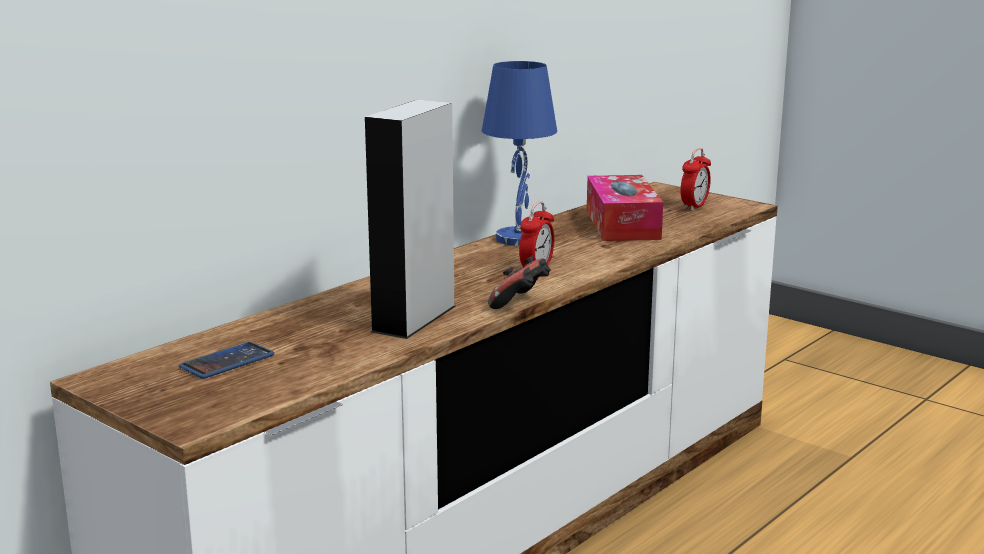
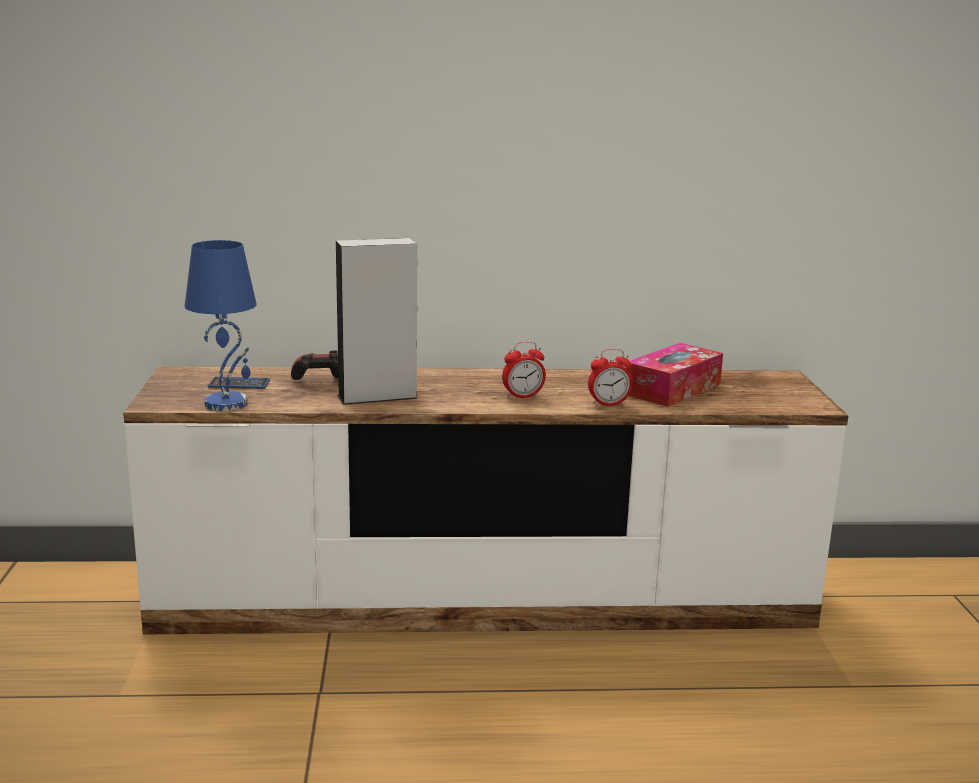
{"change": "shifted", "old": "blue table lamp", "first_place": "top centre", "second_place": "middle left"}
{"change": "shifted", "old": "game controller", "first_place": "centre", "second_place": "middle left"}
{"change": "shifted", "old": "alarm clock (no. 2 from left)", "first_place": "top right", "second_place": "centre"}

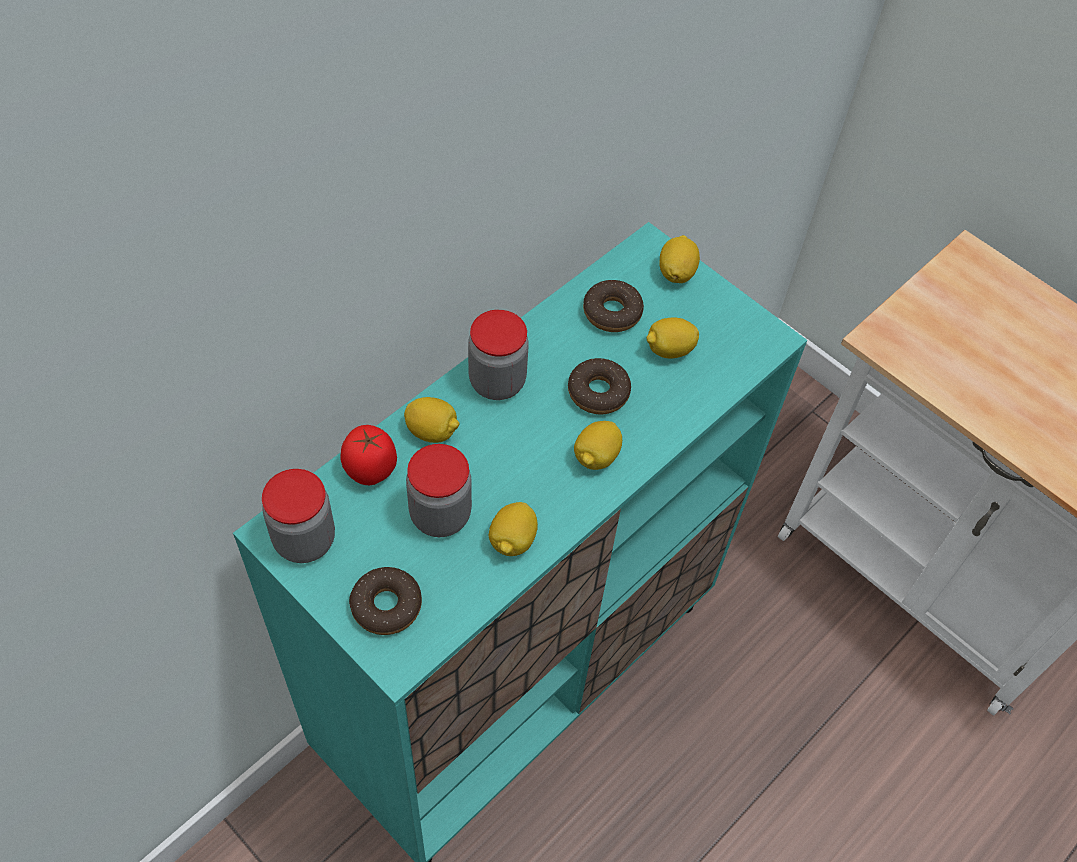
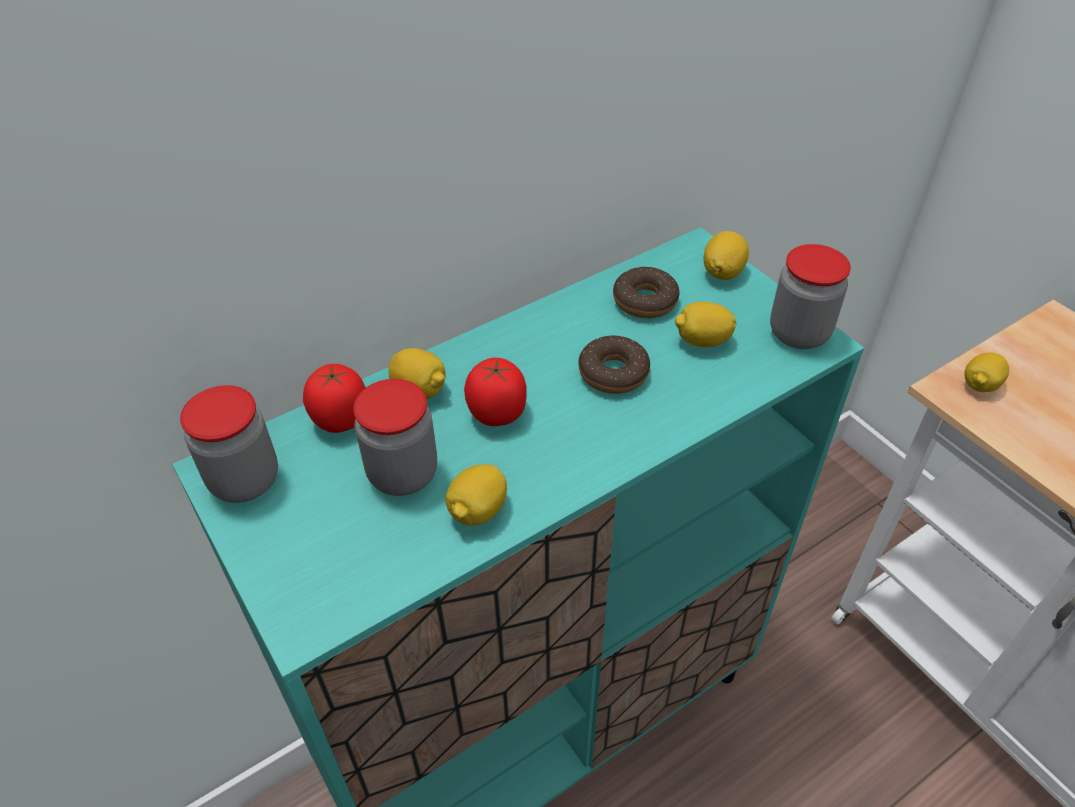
{"change": "gone", "old": "donut (no. 1 from left)", "first_place": "bottom centre"}
{"change": "new", "new": "tomato (no. 2 from left)", "second_place": "centre"}
{"change": "shifted", "old": "jar (no. 3 from left)", "first_place": "centre", "second_place": "middle right"}
{"change": "shifted", "old": "lemon (no. 3 from left in the first image)", "new": "lemon (no. 5 from left)", "first_place": "centre", "second_place": "middle right"}

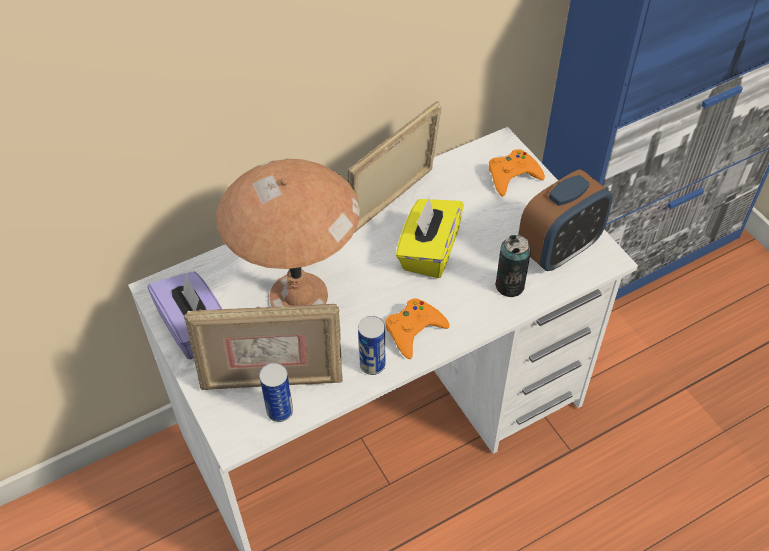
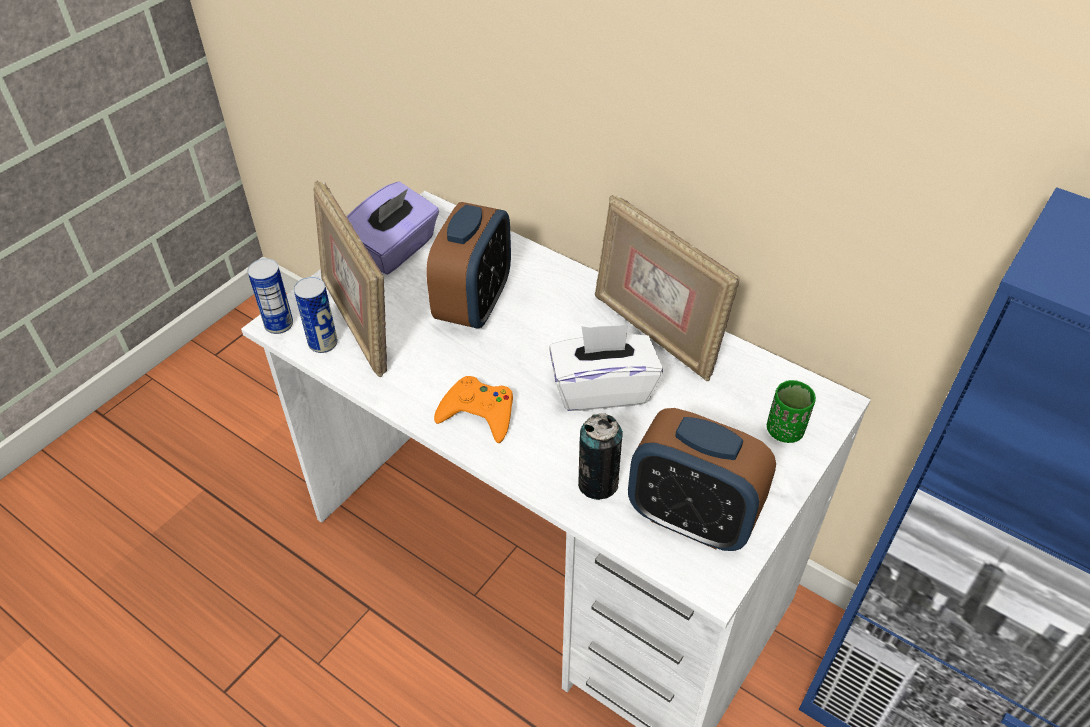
{"change": "shifted", "old": "can (no. 2 from left in the first image)", "new": "can (no. 1 from left)", "first_place": "centre", "second_place": "middle left"}
{"change": "swapped", "old": "brown table lamp", "new": "alarm clock (no. 1 from left)", "first_place": "centre", "second_place": "centre"}
{"change": "swapped", "old": "orange game controller (no. 2 from left)", "new": "green cup", "first_place": "top right", "second_place": "middle right"}
{"change": "repainted", "old": "yellow tissue box", "new": "white tissue box", "first_place": "centre", "second_place": "centre"}
{"change": "rotated", "old": "picture frame (no. 2 from left)", "first_place": "top centre", "second_place": "centre", "degrees": -150}

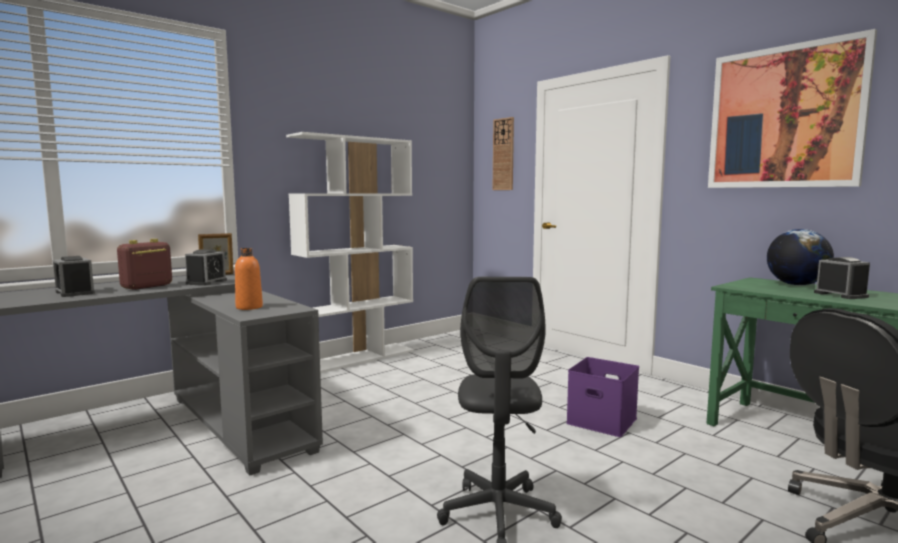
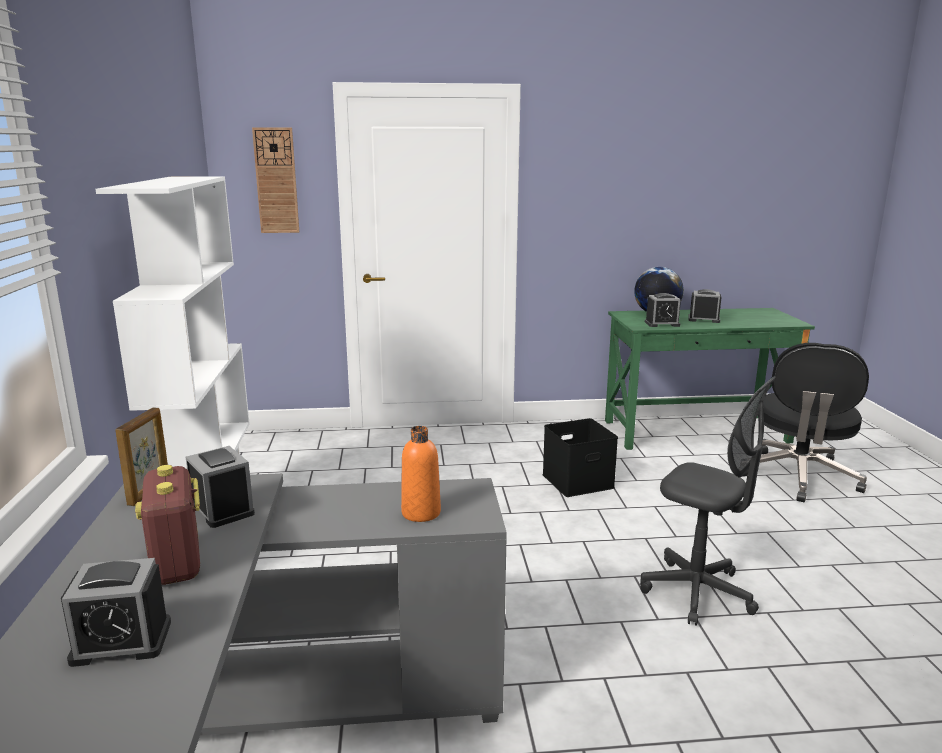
{"change": "gone", "old": "picture", "first_place": "top right"}
{"change": "new", "new": "alarm clock (no. 3 from left)", "second_place": "middle right"}
{"change": "repainted", "old": "purple storage box", "new": "black storage box", "first_place": "bottom right", "second_place": "centre"}

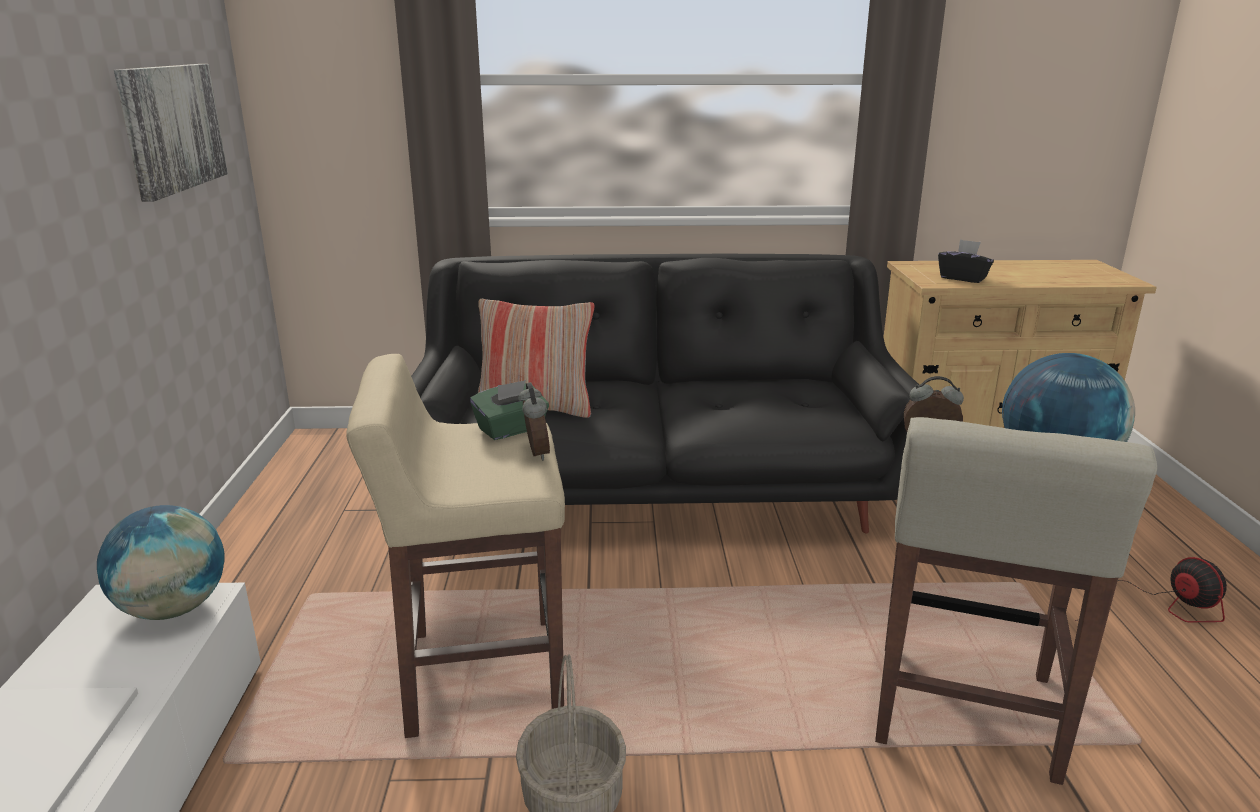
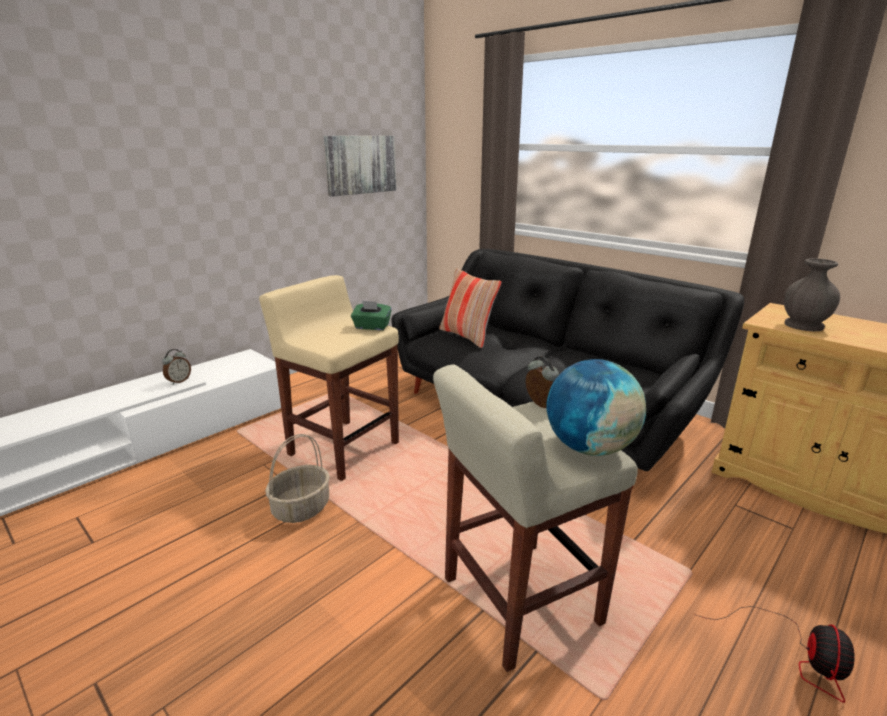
{"change": "gone", "old": "globe (no. 1 from left)", "first_place": "bottom left"}
{"change": "shifted", "old": "alarm clock (no. 1 from left)", "first_place": "centre", "second_place": "middle left"}
{"change": "swapped", "old": "black tissue box", "new": "grey vase", "first_place": "top right", "second_place": "middle right"}

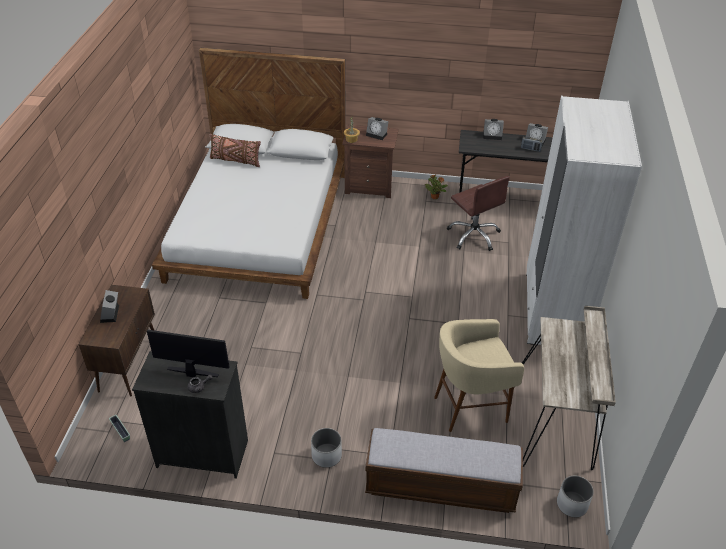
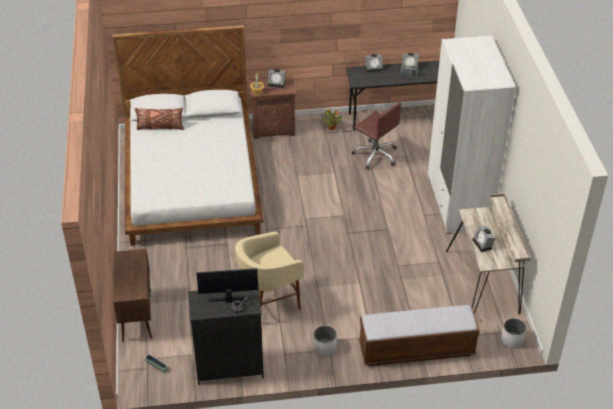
{"change": "shifted", "old": "alarm clock (no. 1 from left in the first image)", "new": "alarm clock (no. 4 from left)", "first_place": "middle left", "second_place": "middle right"}
{"change": "shifted", "old": "beige stool", "first_place": "bottom centre", "second_place": "centre"}

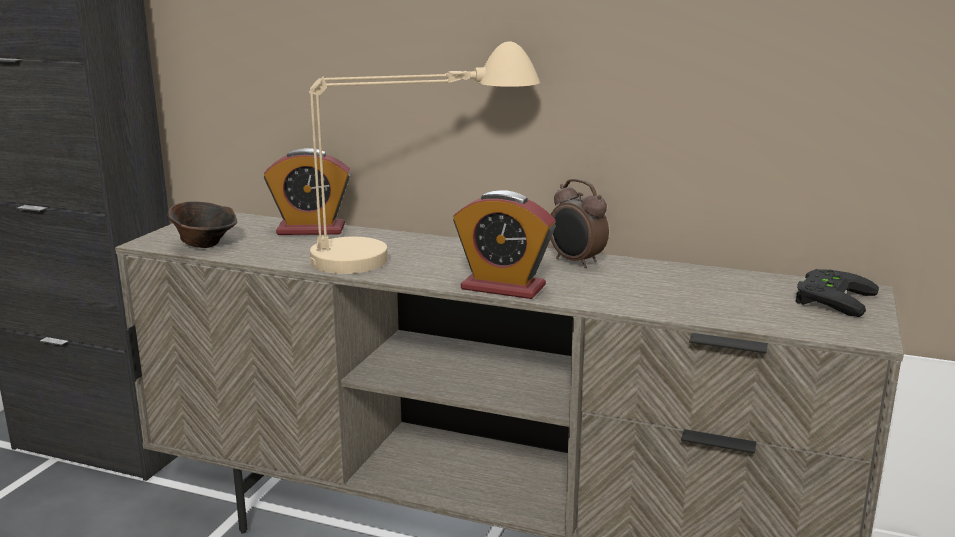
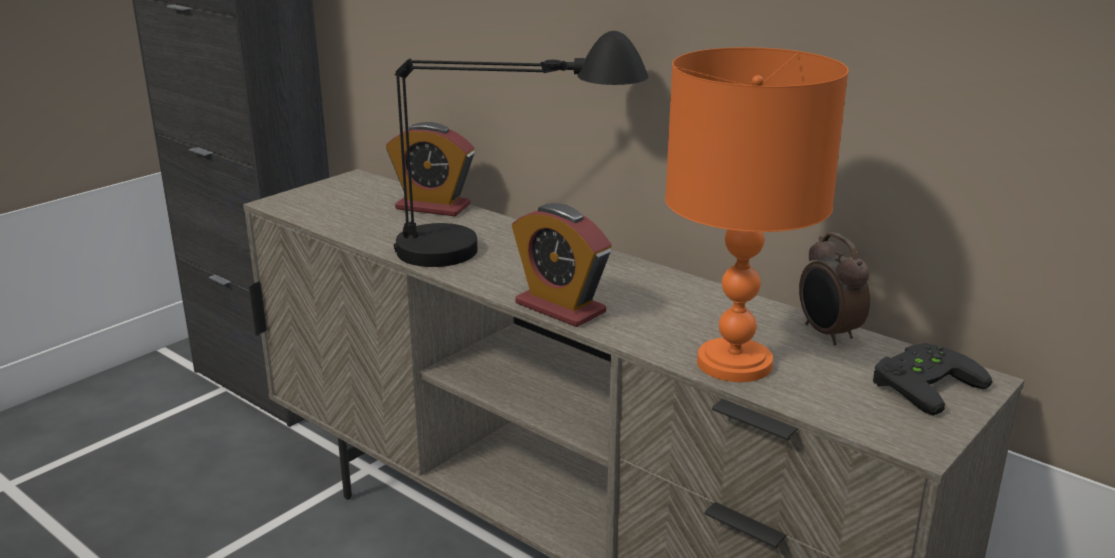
{"change": "gone", "old": "brown bowl", "first_place": "middle left"}
{"change": "new", "new": "orange table lamp", "second_place": "middle right"}
{"change": "shifted", "old": "alarm clock (no. 3 from left)", "first_place": "centre", "second_place": "middle right"}
{"change": "repainted", "old": "beige table lamp", "new": "black table lamp", "first_place": "top centre", "second_place": "top centre"}

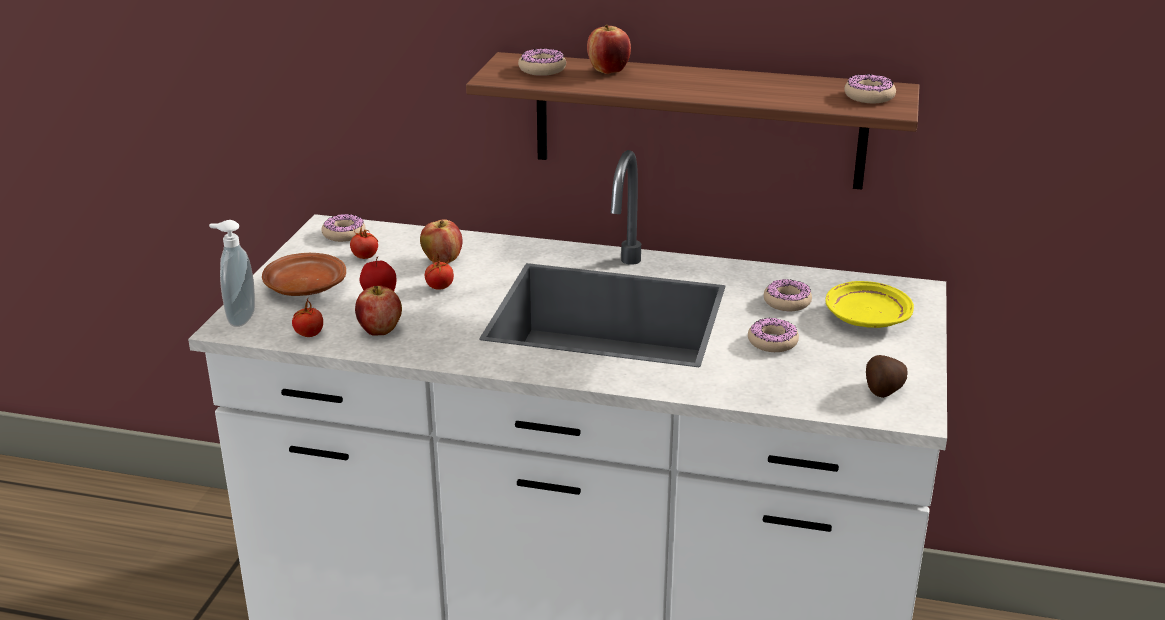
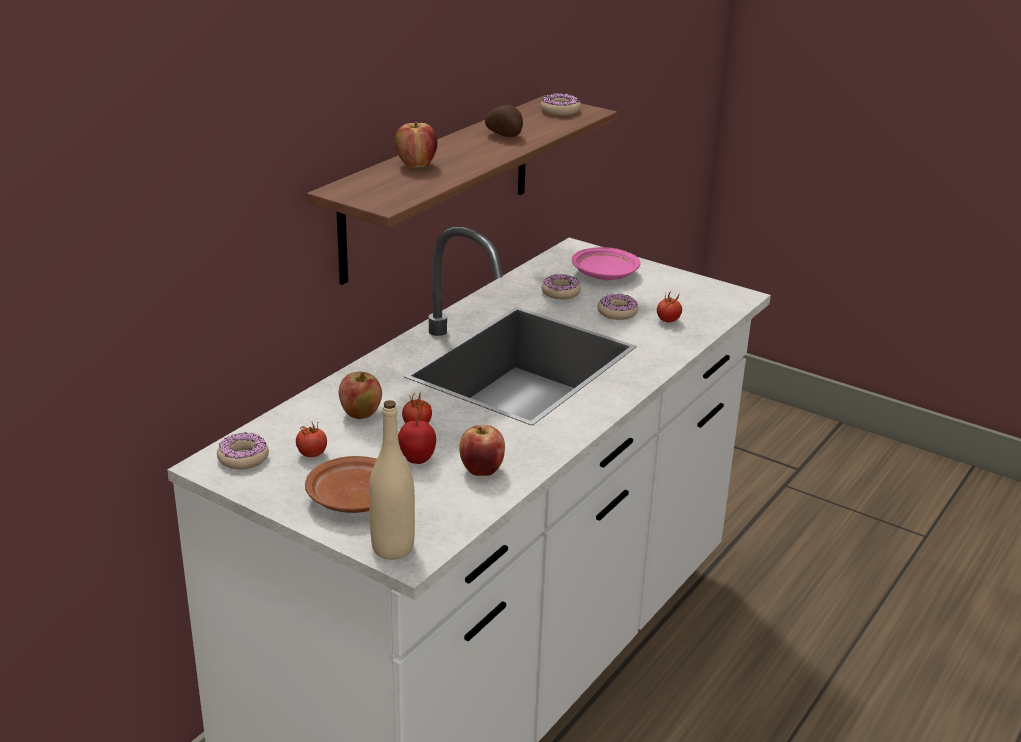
{"change": "gone", "old": "donut (no. 2 from left)", "first_place": "top centre"}
{"change": "shifted", "old": "tomato (no. 1 from left in the first image)", "new": "tomato (no. 3 from left)", "first_place": "middle left", "second_place": "centre"}
{"change": "shifted", "old": "potato", "first_place": "middle right", "second_place": "top centre"}
{"change": "swapped", "old": "soap dispenser", "new": "beige bottle", "first_place": "middle left", "second_place": "centre"}
{"change": "repainted", "old": "yellow plate", "new": "pink plate", "first_place": "middle right", "second_place": "centre"}

